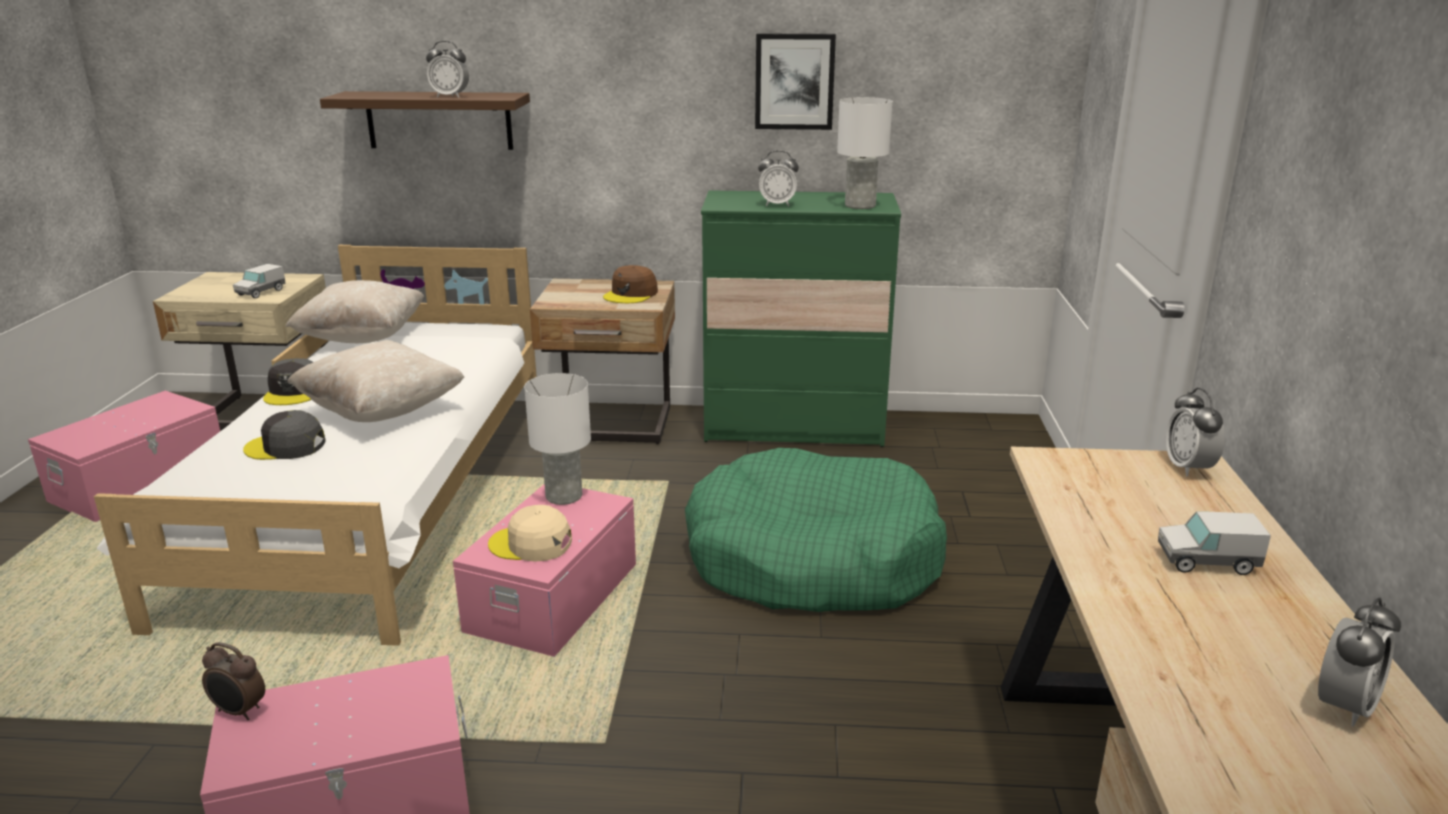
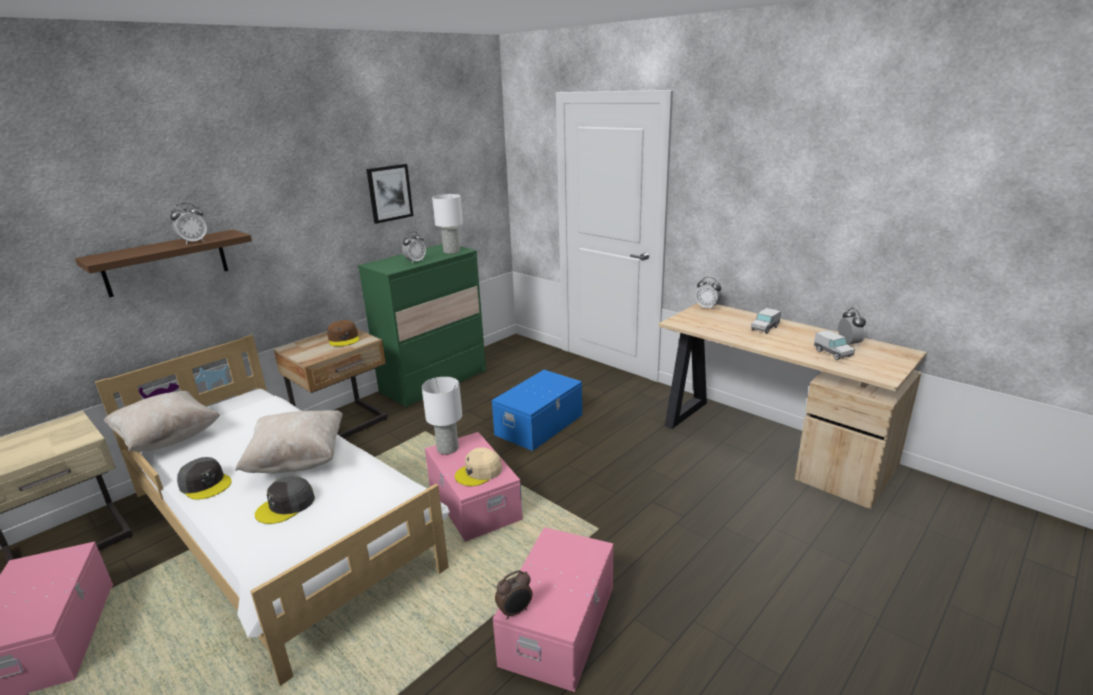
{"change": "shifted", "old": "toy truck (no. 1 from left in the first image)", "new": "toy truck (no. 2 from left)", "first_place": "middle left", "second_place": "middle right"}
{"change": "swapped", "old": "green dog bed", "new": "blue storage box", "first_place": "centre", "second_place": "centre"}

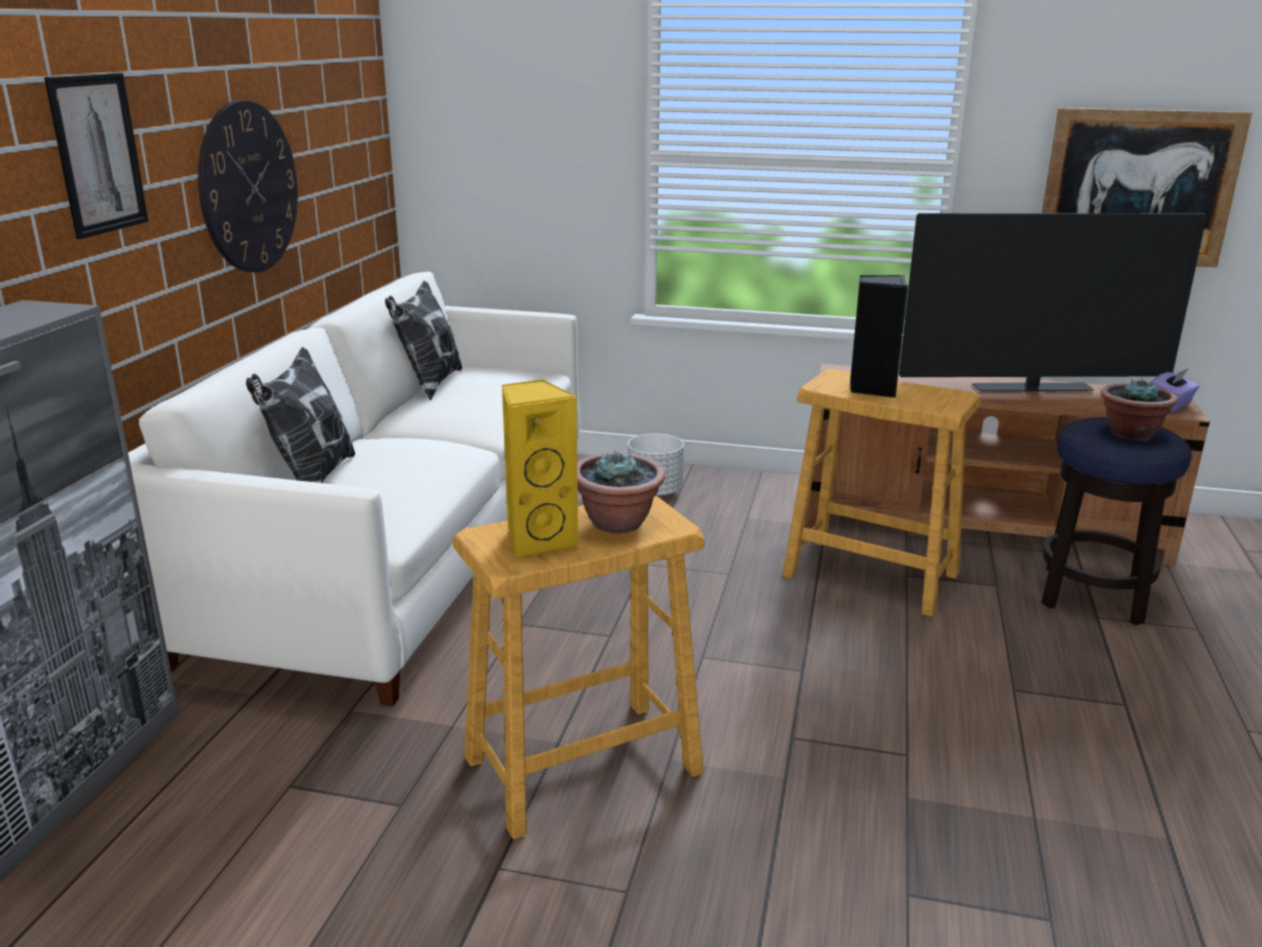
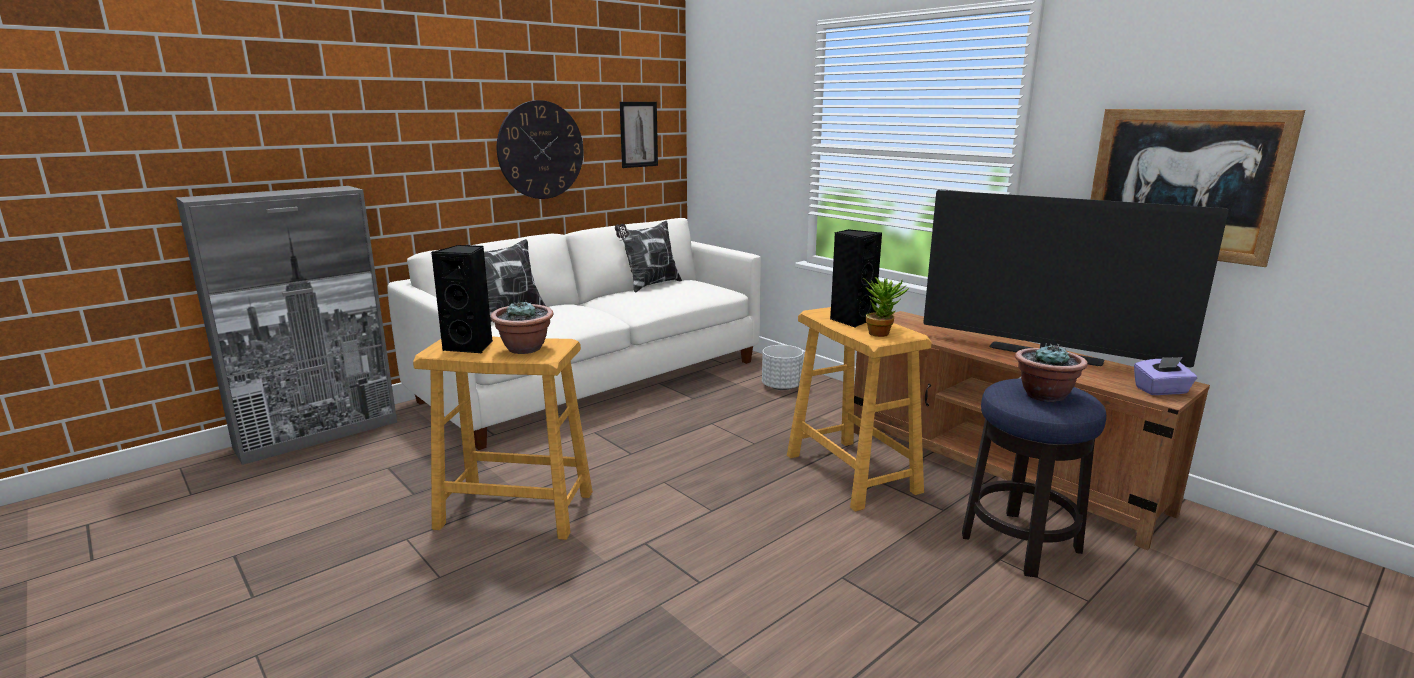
{"change": "new", "new": "potted plant (no. 2 from left)", "second_place": "centre"}
{"change": "shifted", "old": "picture (no. 1 from left)", "first_place": "top left", "second_place": "top centre"}
{"change": "repainted", "old": "yellow speaker", "new": "black speaker (no. 1 from left)", "first_place": "centre", "second_place": "middle left"}

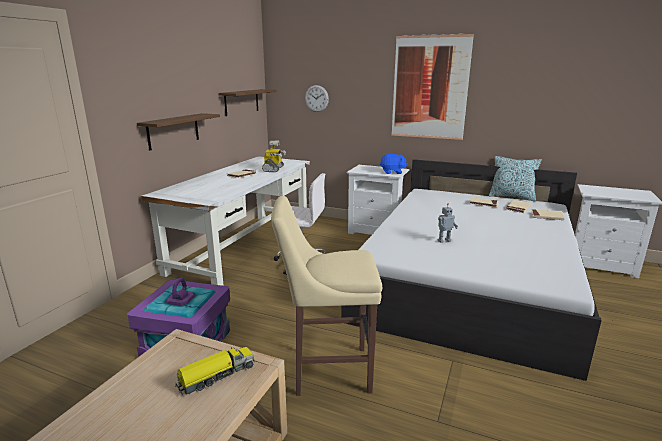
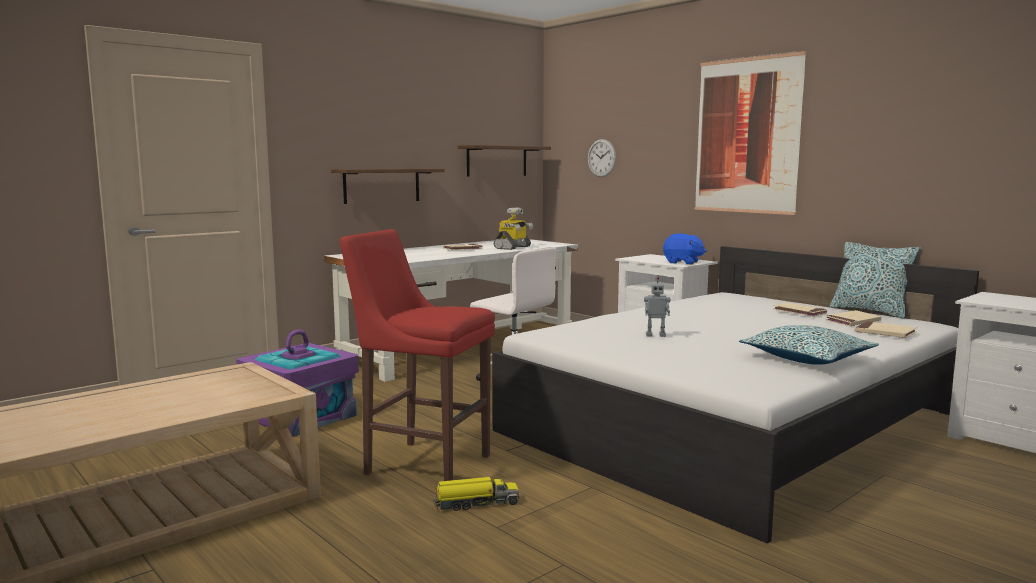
{"change": "new", "new": "pillow (no. 1 from left)", "second_place": "middle right"}
{"change": "shifted", "old": "toy truck", "first_place": "bottom left", "second_place": "bottom centre"}
{"change": "repainted", "old": "beige stool", "new": "red stool", "first_place": "bottom centre", "second_place": "centre"}

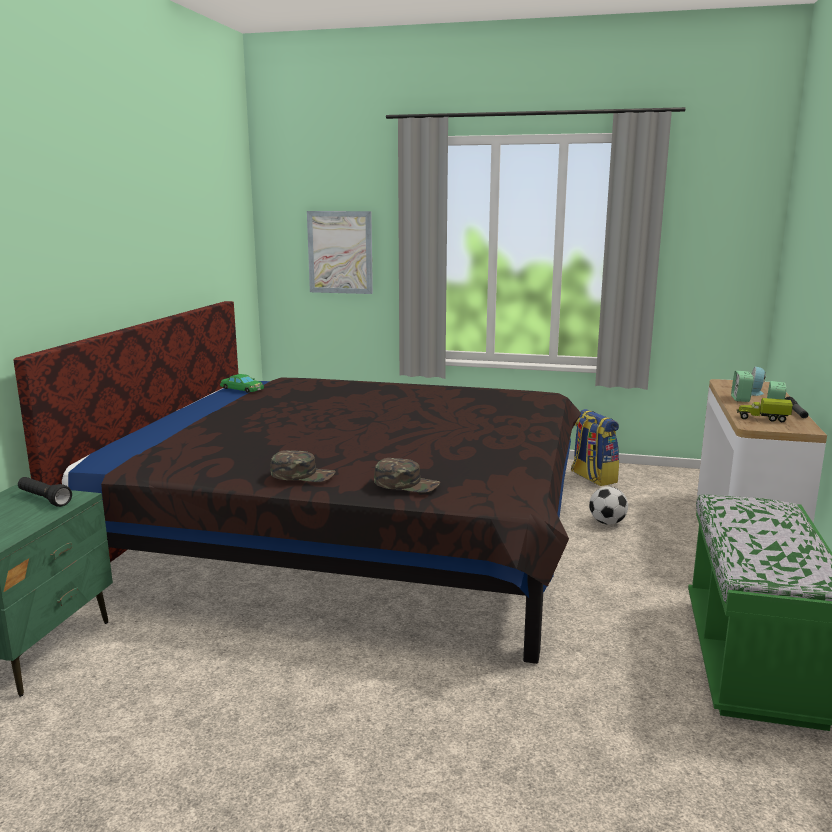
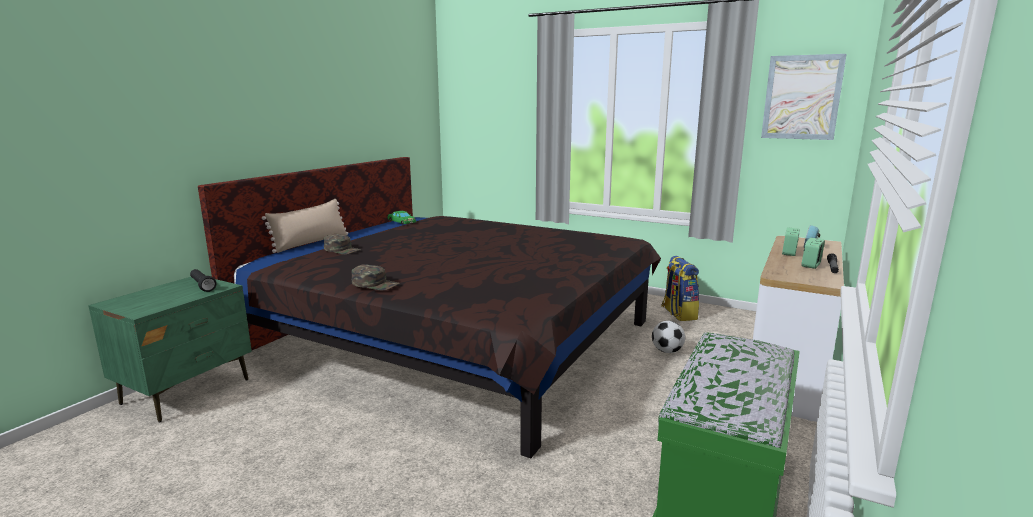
{"change": "gone", "old": "toy truck", "first_place": "middle right"}
{"change": "new", "new": "beige pillow", "second_place": "middle left"}
{"change": "shifted", "old": "picture", "first_place": "top centre", "second_place": "top right"}
{"change": "shifted", "old": "green cap (no. 2 from left in the first image)", "new": "green cap (no. 1 from left)", "first_place": "centre", "second_place": "middle left"}

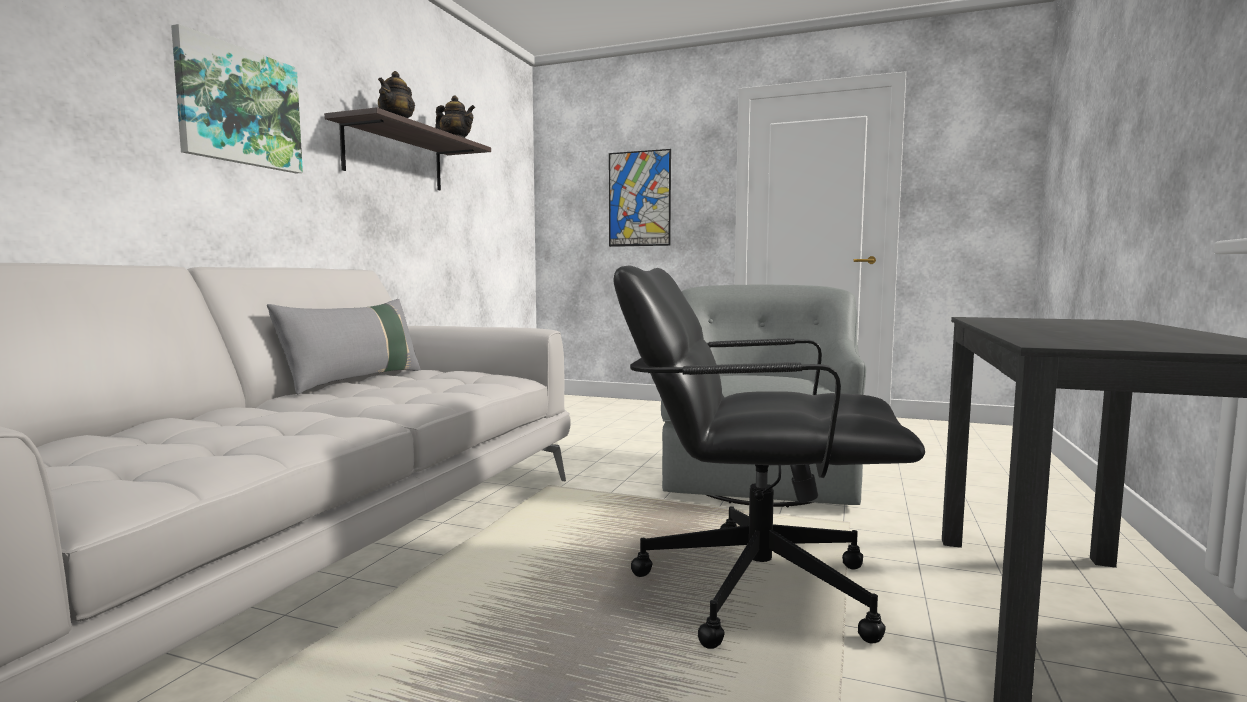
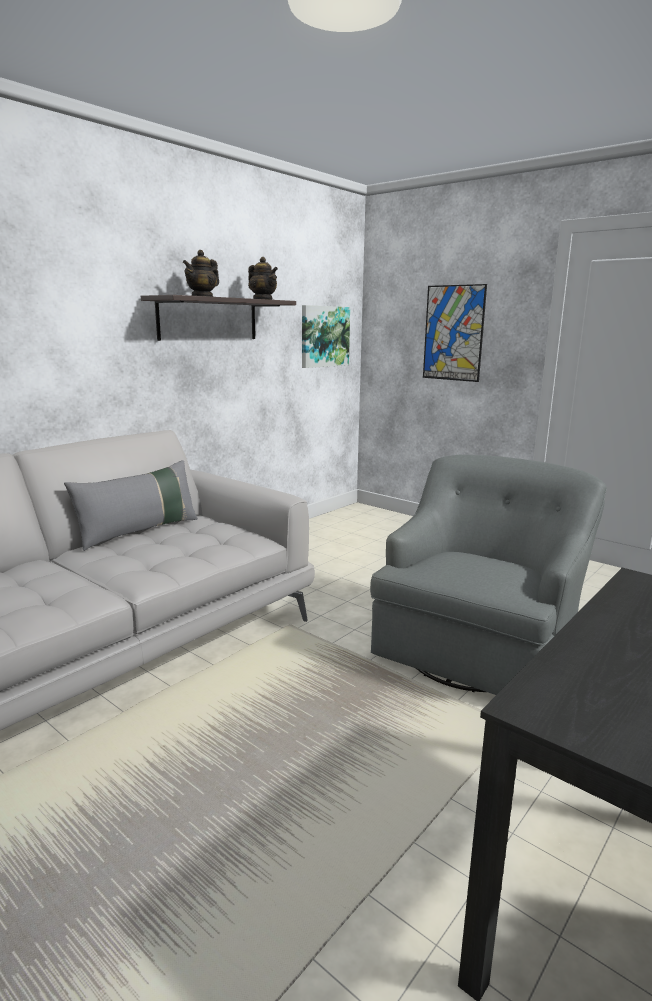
{"change": "gone", "old": "black office chair", "first_place": "centre"}
{"change": "shifted", "old": "picture (no. 1 from left)", "first_place": "top left", "second_place": "centre"}

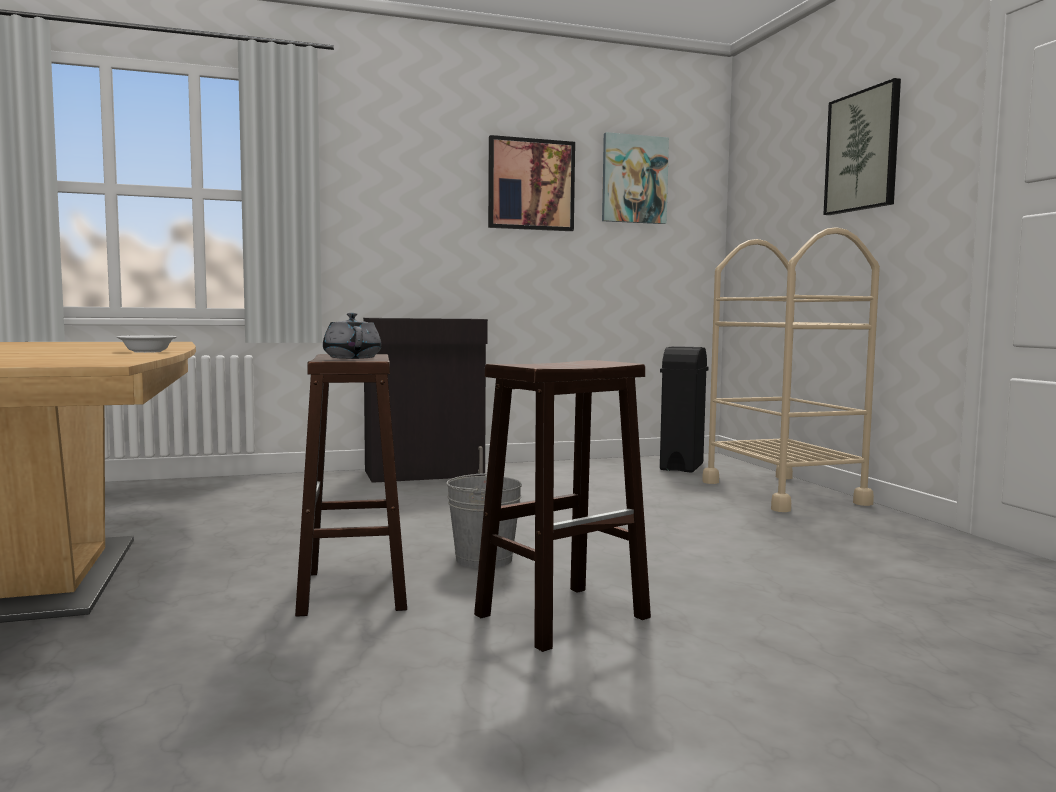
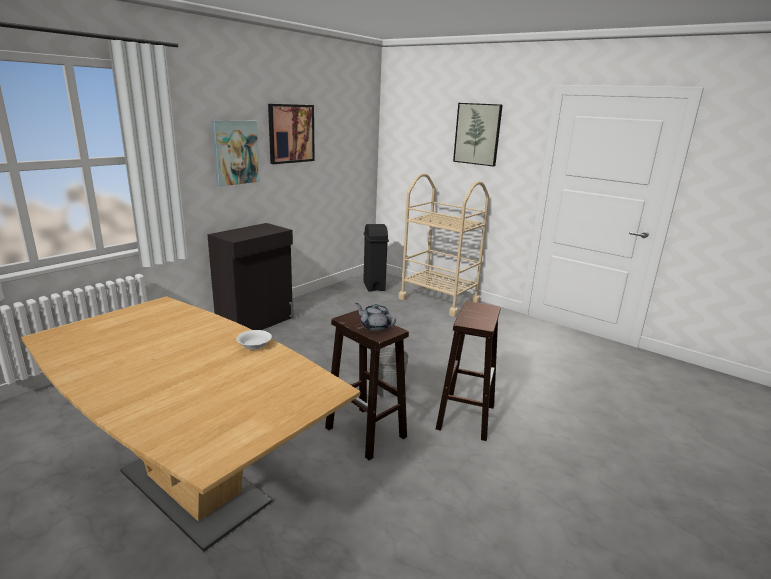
{"change": "shifted", "old": "picture (no. 2 from left in the first image)", "new": "picture (no. 1 from left)", "first_place": "top centre", "second_place": "top left"}

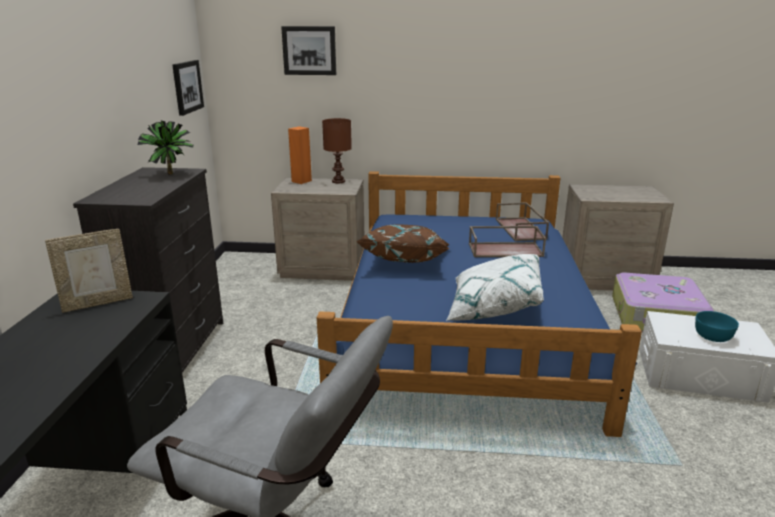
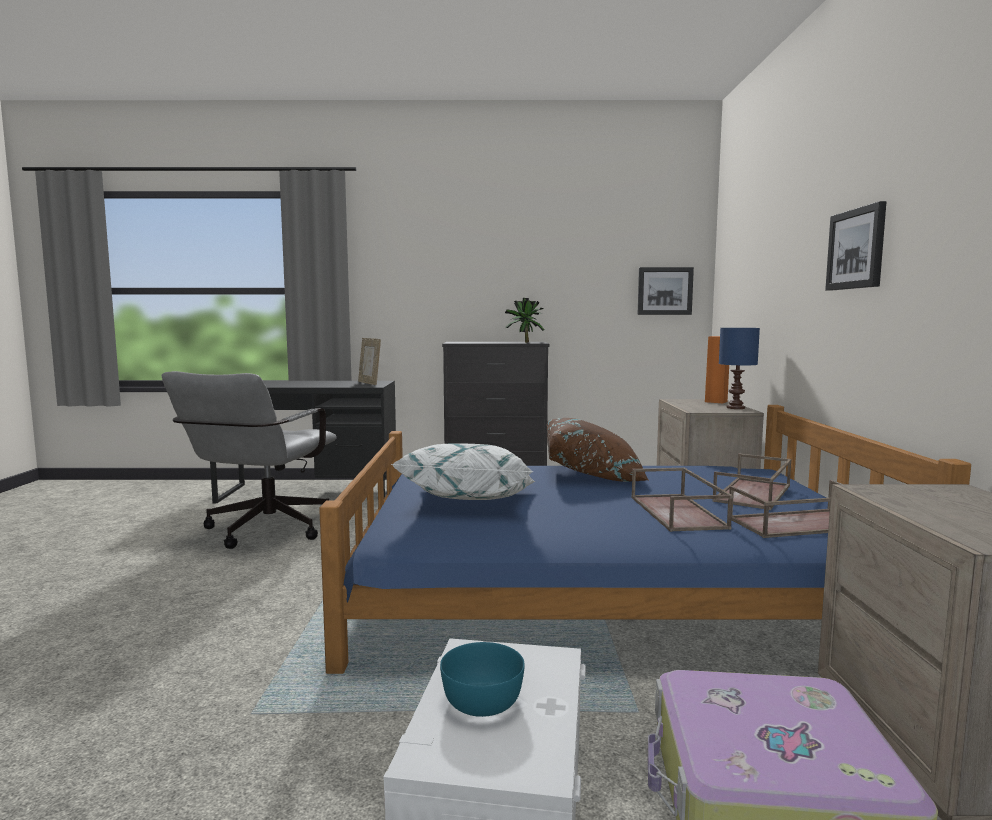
{"change": "new", "new": "brown tray (no. 2 from left)", "second_place": "middle right"}
{"change": "shifted", "old": "picture (no. 2 from left)", "first_place": "top centre", "second_place": "top right"}
{"change": "repainted", "old": "brown table lamp", "new": "blue table lamp", "first_place": "top centre", "second_place": "middle right"}

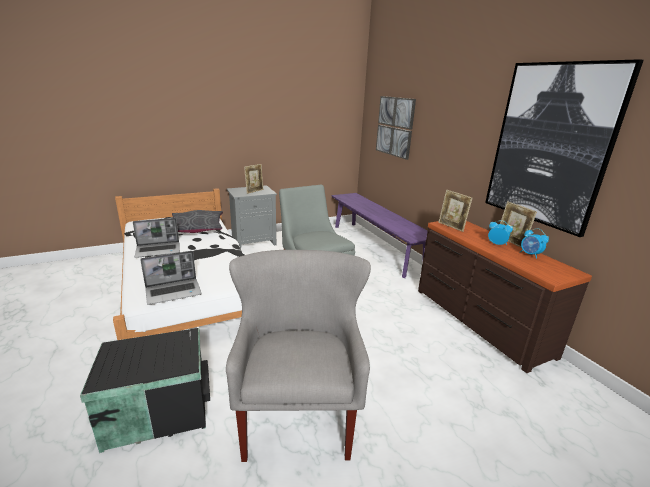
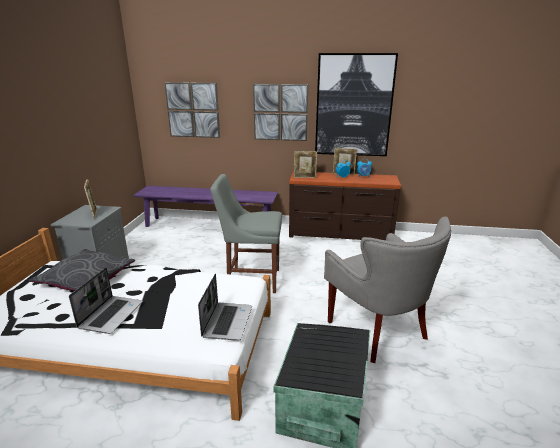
{"change": "new", "new": "picture (no. 2 from left)", "second_place": "top centre"}
{"change": "rotated", "old": "grey armchair", "first_place": "bottom centre", "second_place": "middle right", "degrees": -150}

